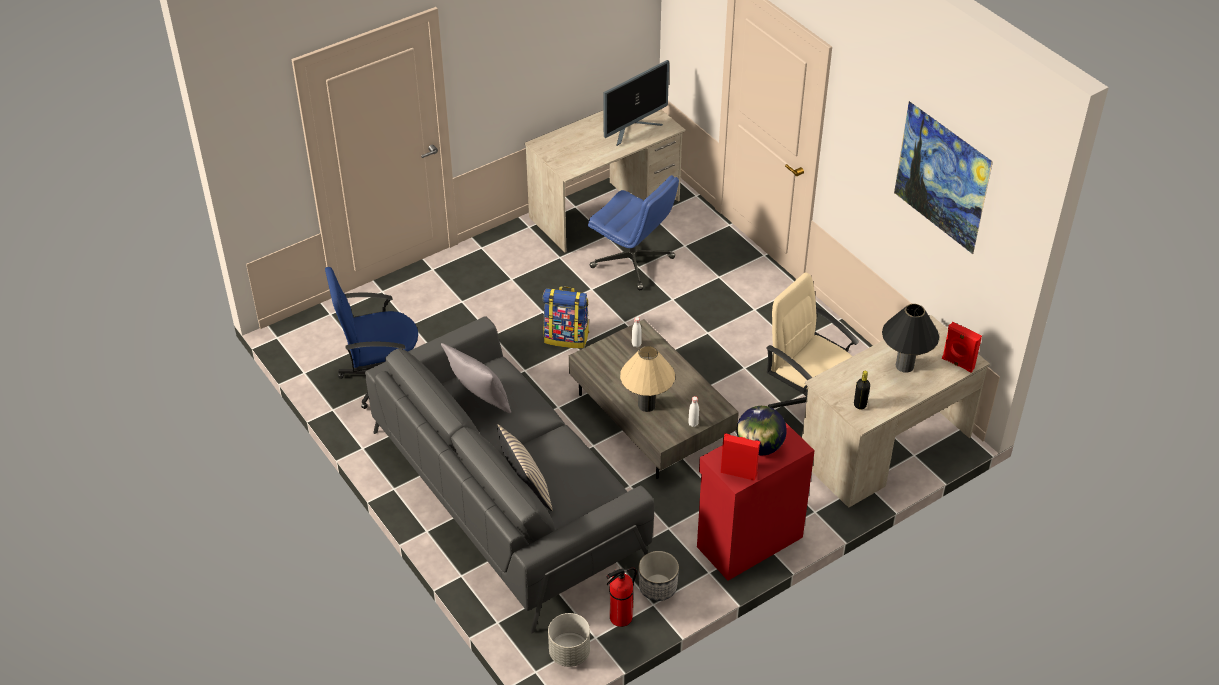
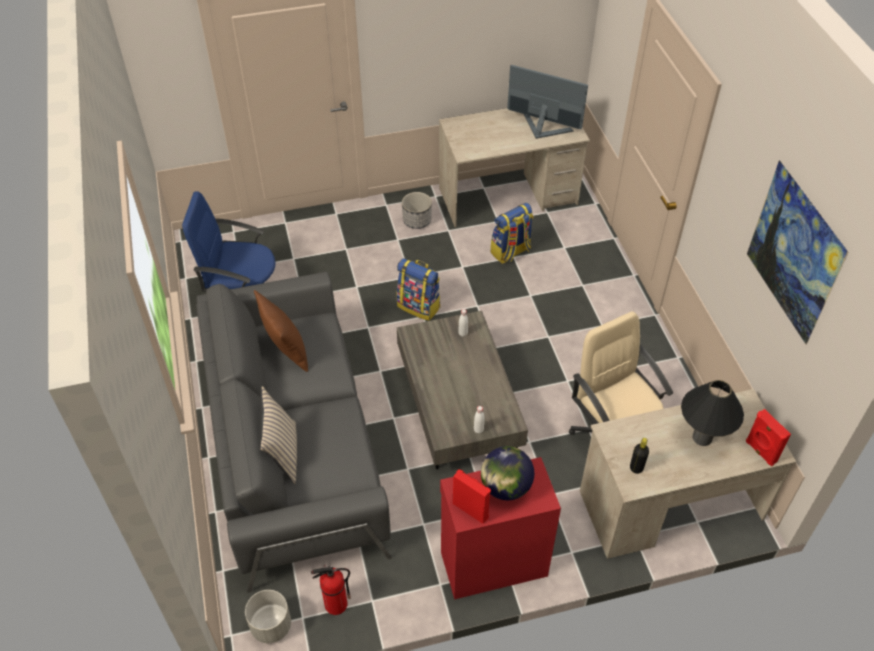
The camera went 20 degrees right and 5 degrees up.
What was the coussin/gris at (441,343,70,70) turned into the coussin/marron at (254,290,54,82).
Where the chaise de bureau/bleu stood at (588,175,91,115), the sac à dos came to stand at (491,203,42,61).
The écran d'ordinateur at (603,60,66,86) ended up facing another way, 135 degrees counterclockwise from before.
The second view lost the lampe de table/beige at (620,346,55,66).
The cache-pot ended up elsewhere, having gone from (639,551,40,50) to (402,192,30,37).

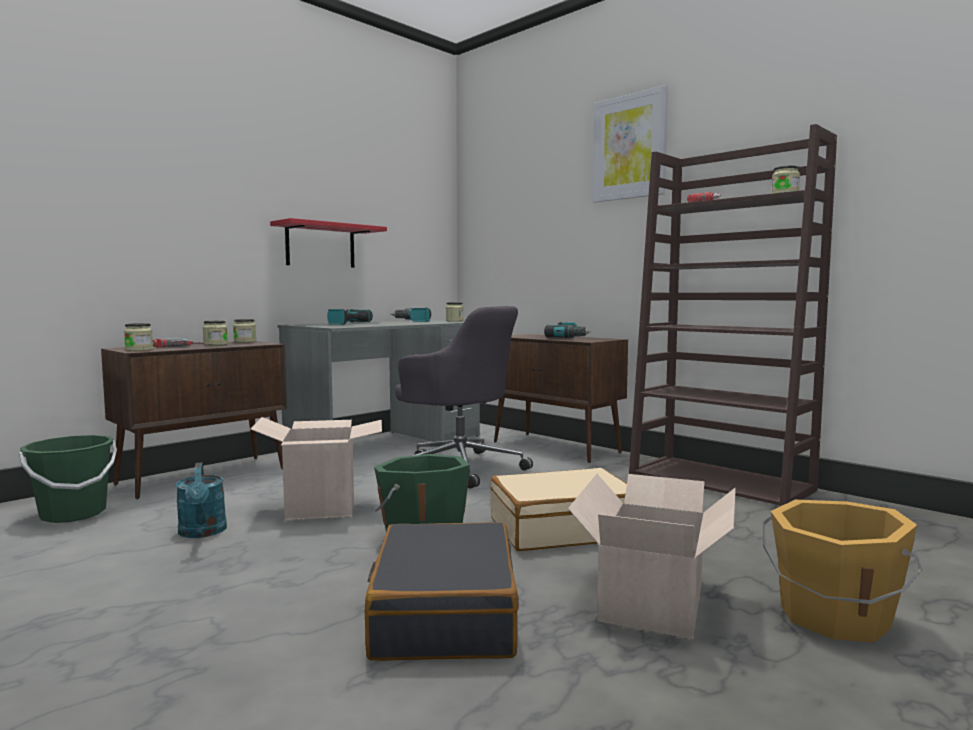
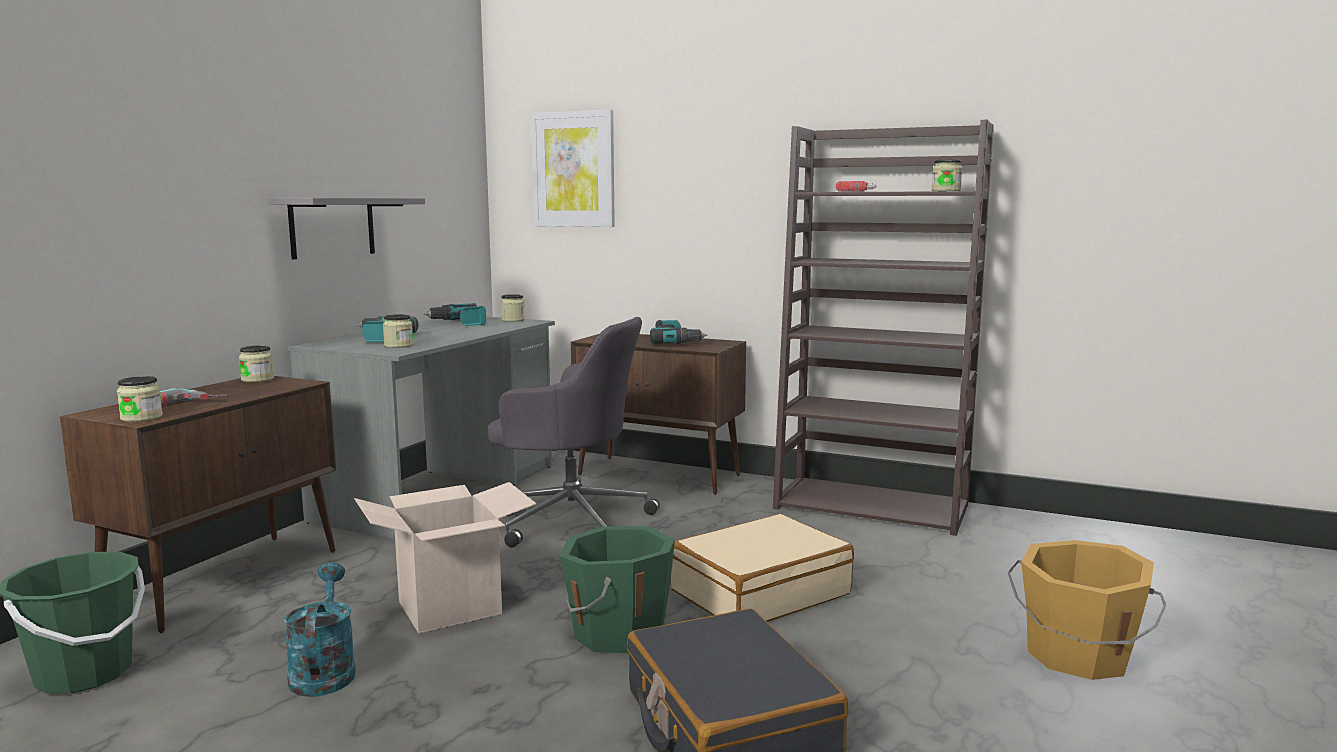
The camera went 20 degrees left and 5 degrees up.
The arrosoir/turquoise at (176,462,51,76) ended up facing another way, 150 degrees counterclockwise from before.
The bocal ended up elsewhere, having gone from (203,320,25,26) to (383,314,30,34).
What was the étagère/rouge at (270,218,117,50) turned into the étagère/gris at (268,198,157,62).
The second view lost the carton at (568,474,168,165).
The tableau ended up elsewhere, having gone from (592,85,76,118) to (531,110,84,117).

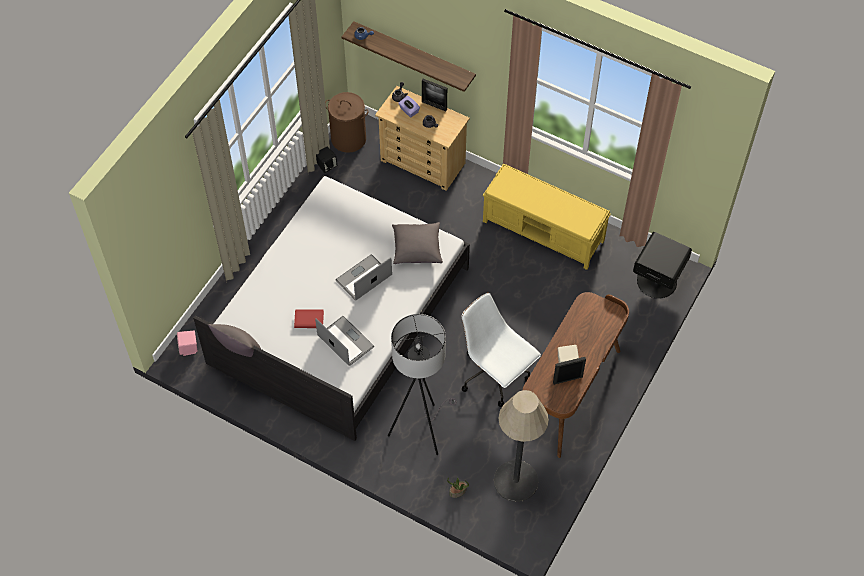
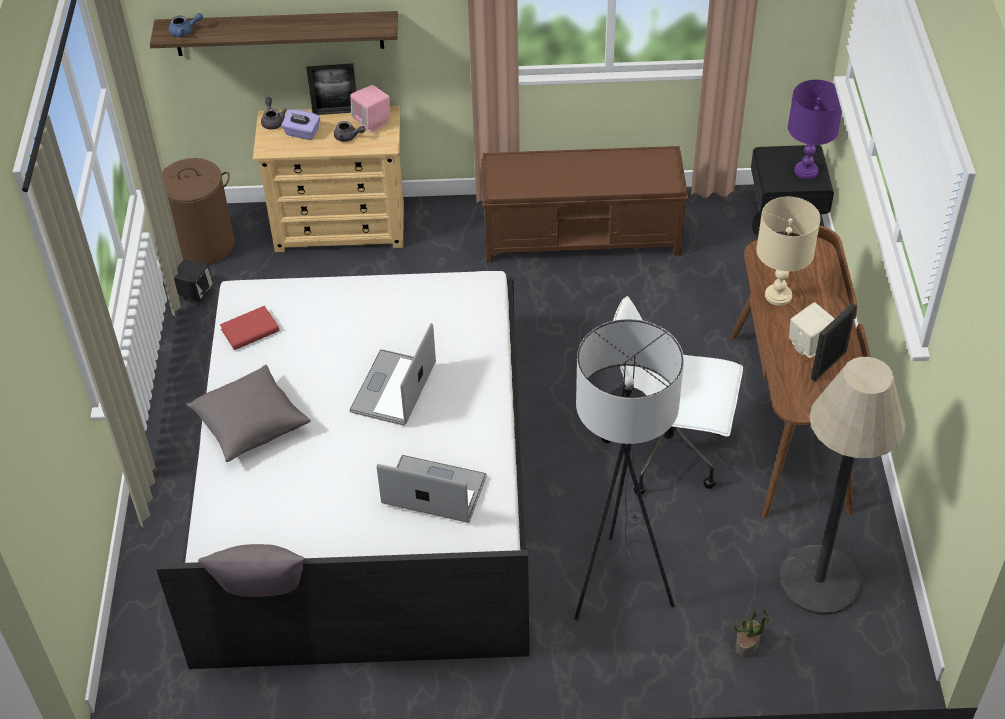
The camera went 30 degrees left and 10 degrees down.
The enceinte/rose ended up elsewhere, having gone from (177,331,20,25) to (350,85,40,48).
The livre/rouge ended up elsewhere, having gone from (294,309,30,19) to (220,306,59,44).
The coussin/gris ended up elsewhere, having gone from (392,222,51,42) to (186,365,125,97).
What was the banc/jaune at (483,163,128,107) turned into the banc/marron at (481,146,207,116).
The second view gained the lampe de table/beige at (756,197,64,109).
The second view gained the lampe de table/violet at (788,80,54,99).

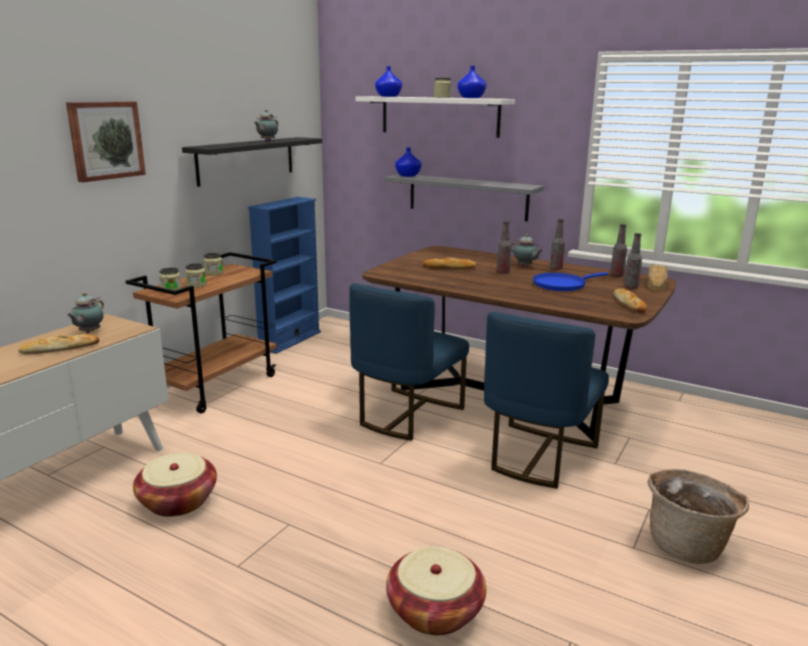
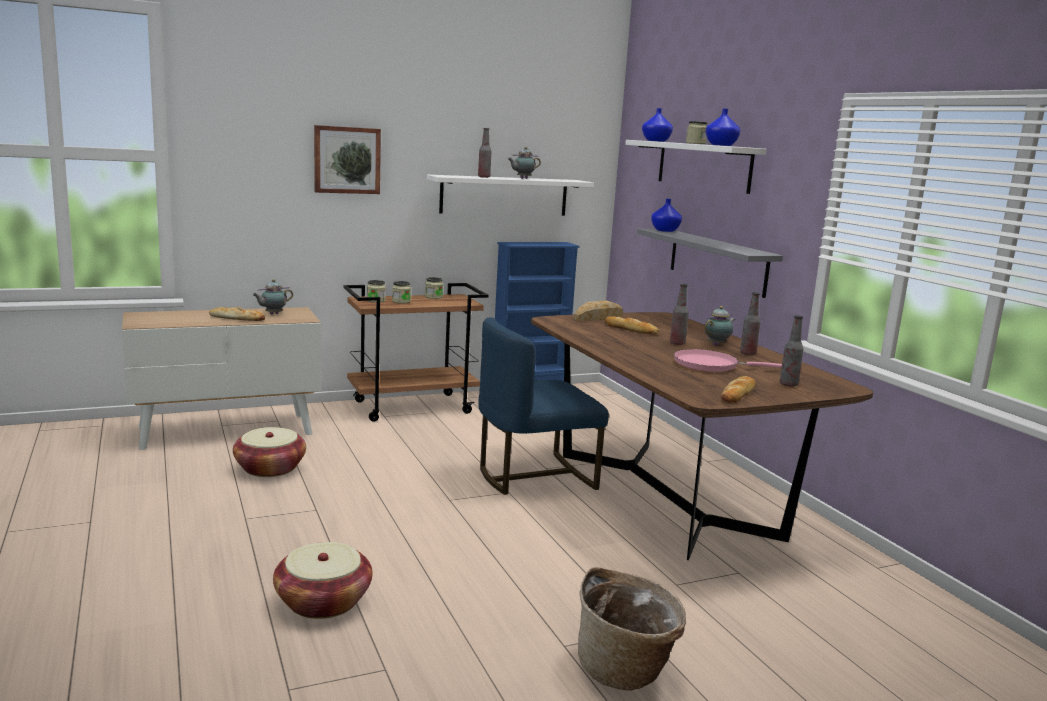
The camera went 35 degrees right and 5 degrees down.
What was the étagère/noir at (182,137,140,50) turned into the étagère/blanc at (427,175,167,41).
The second view lost the chaise/bleu at (484,312,125,177).
The théière at (511,234,33,33) ended up facing another way, 120 degrees counterclockwise from before.
What was the poêle/bleu at (533,272,75,19) turned into the poêle/rose at (674,349,108,23).
The bouteille ended up elsewhere, having gone from (610,224,17,53) to (478,128,13,50).
The pain ended up elsewhere, having gone from (647,265,20,27) to (574,300,49,21).

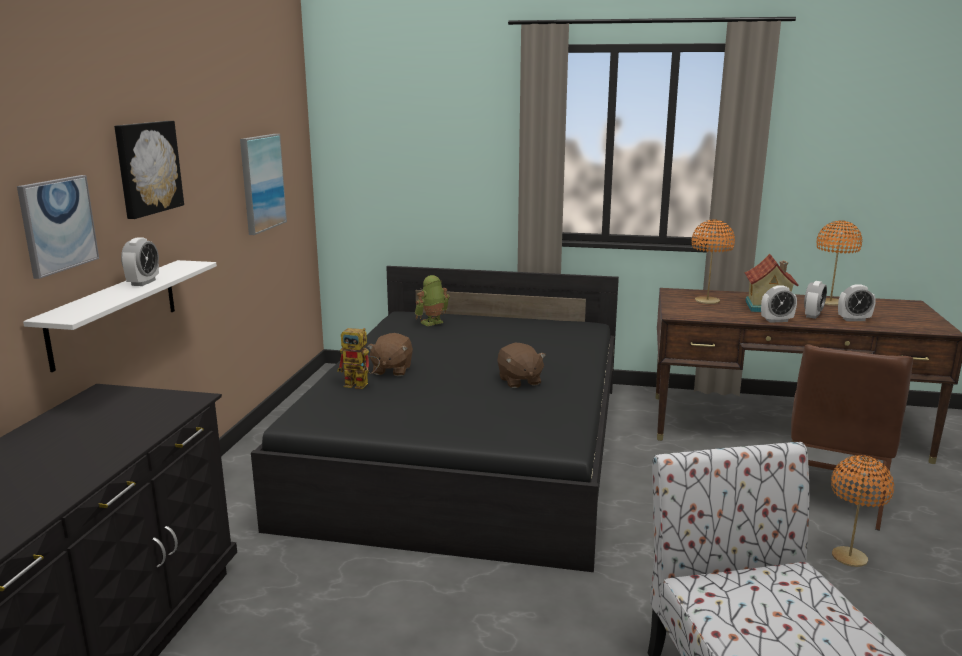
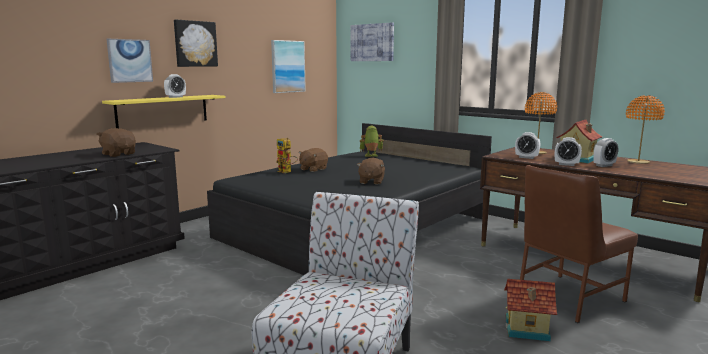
The camera went 30 degrees right and 5 degrees down.
What was the étagère/blanc at (23,260,194,112) turned into the étagère/jaune at (102,95,124,33).
Where the lampe de table/orange stood at (831,455,63,112), the maison miniature came to stand at (504,279,53,62).
The réveil ended up elsewhere, having gone from (838,284,38,37) to (515,132,25,27).
The second view gained the peluche/marron at (97,128,39,29).
The second view gained the tableau at (351,22,43,39).

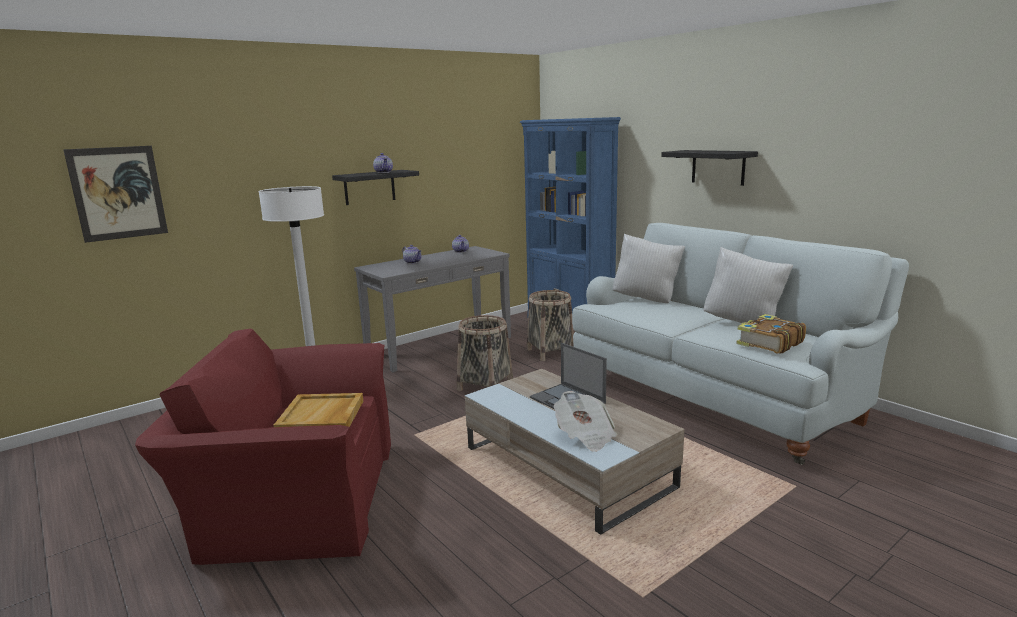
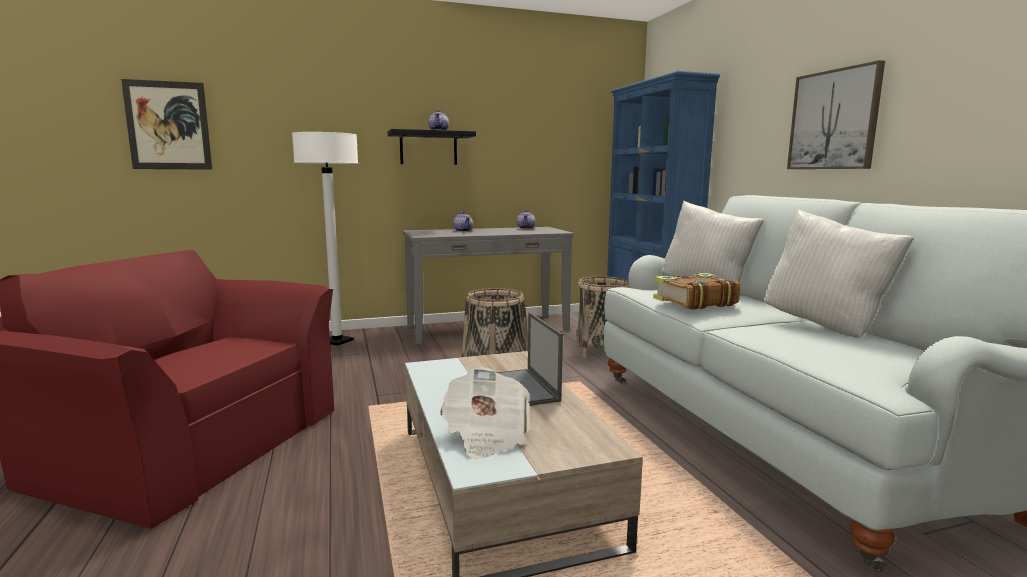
The camera went 20 degrees right and 5 degrees down.
The second view lost the plateau/beige at (274,393,89,34).
Where the étagère/noir hung at (661,150,97,36), the tableau came to hang at (787,60,98,109).
The livre ended up elsewhere, having gone from (736,314,70,40) to (653,273,87,37).

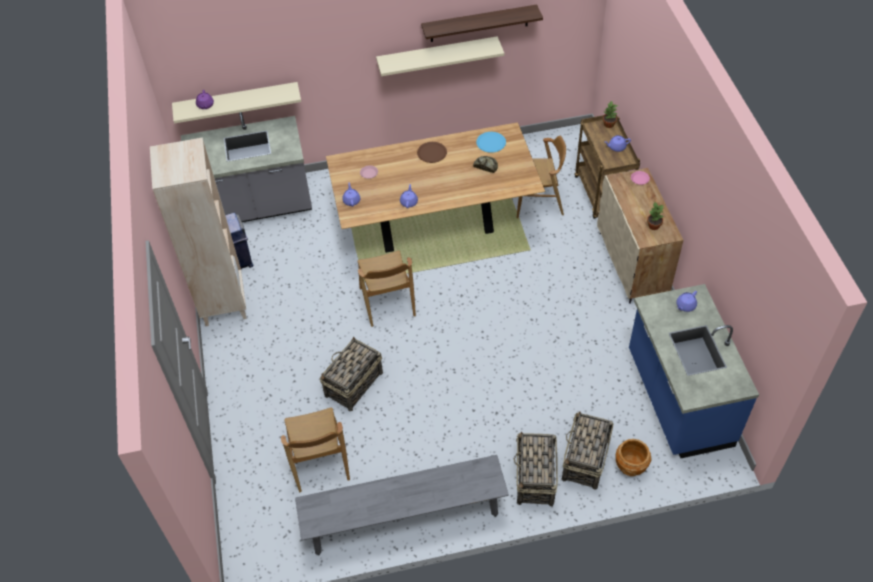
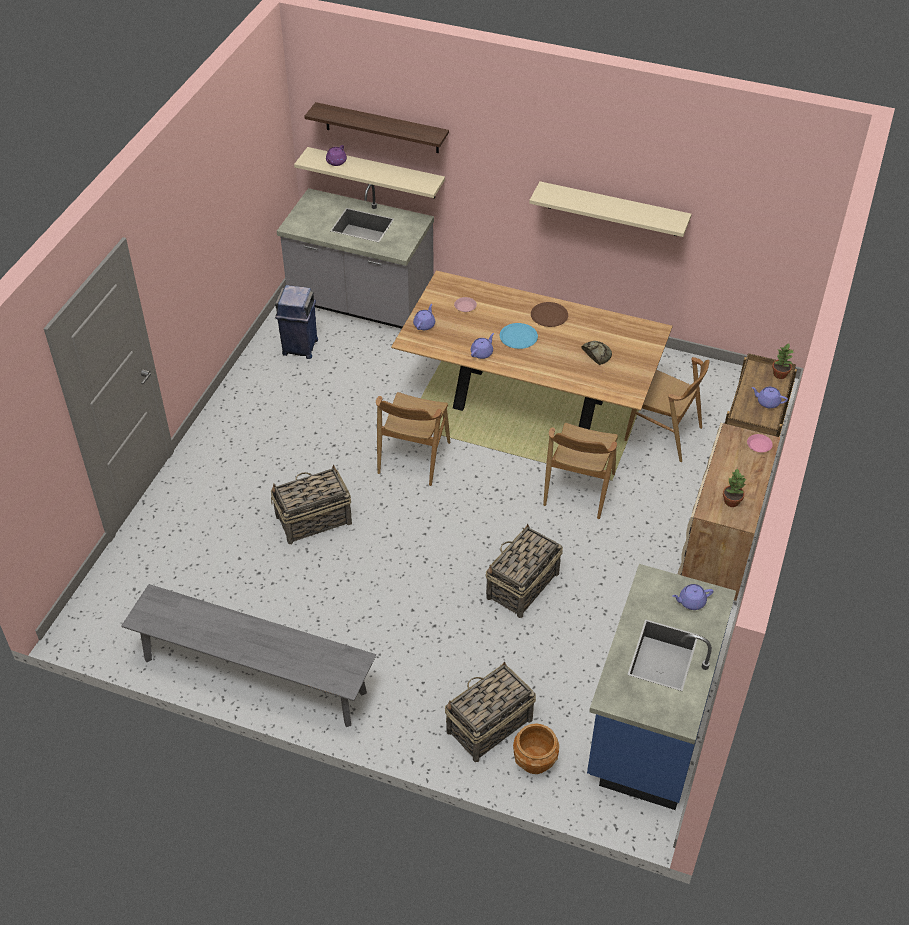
The camera went 30 degrees right and 5 degrees down.
The second view lost the bibliothèque/beige at (150,138,97,188).
The chaise/marron ended up elsewhere, having gone from (281,408,69,84) to (543,423,75,96).
The étagère ended up elsewhere, having gone from (421,5,122,37) to (304,102,145,52).
The assiette/bleu ended up elsewhere, having gone from (476,132,30,21) to (500,323,38,26).
The panier ended up elsewhere, having gone from (514,432,44,74) to (486,524,77,94).

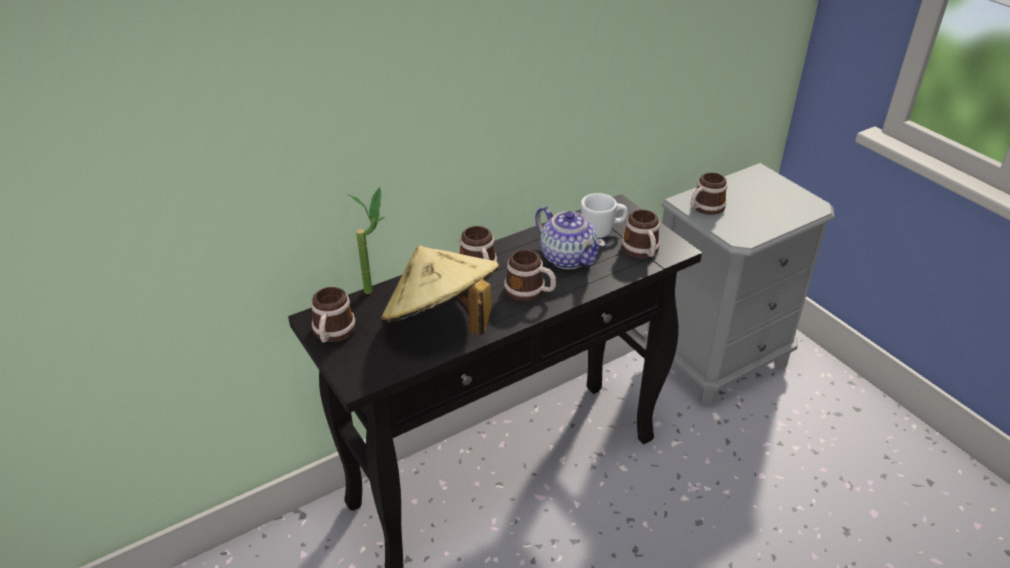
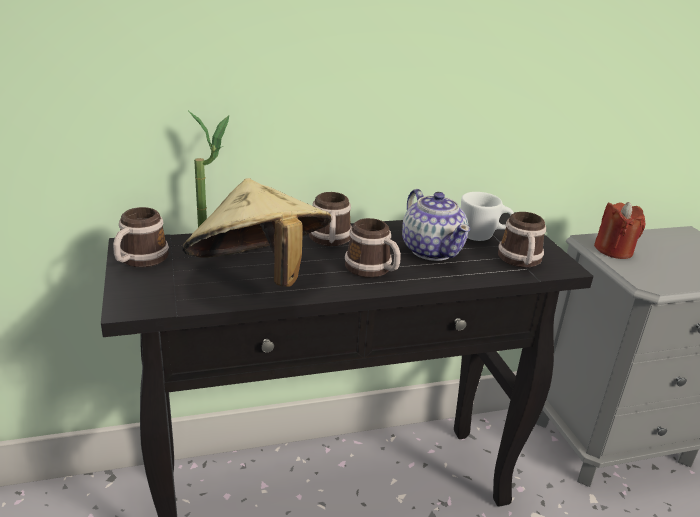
The camera went 15 degrees right and 10 degrees down.
Where the mug stood at (690,172,37,43), the bougie/rouge came to stand at (594,202,51,57).

